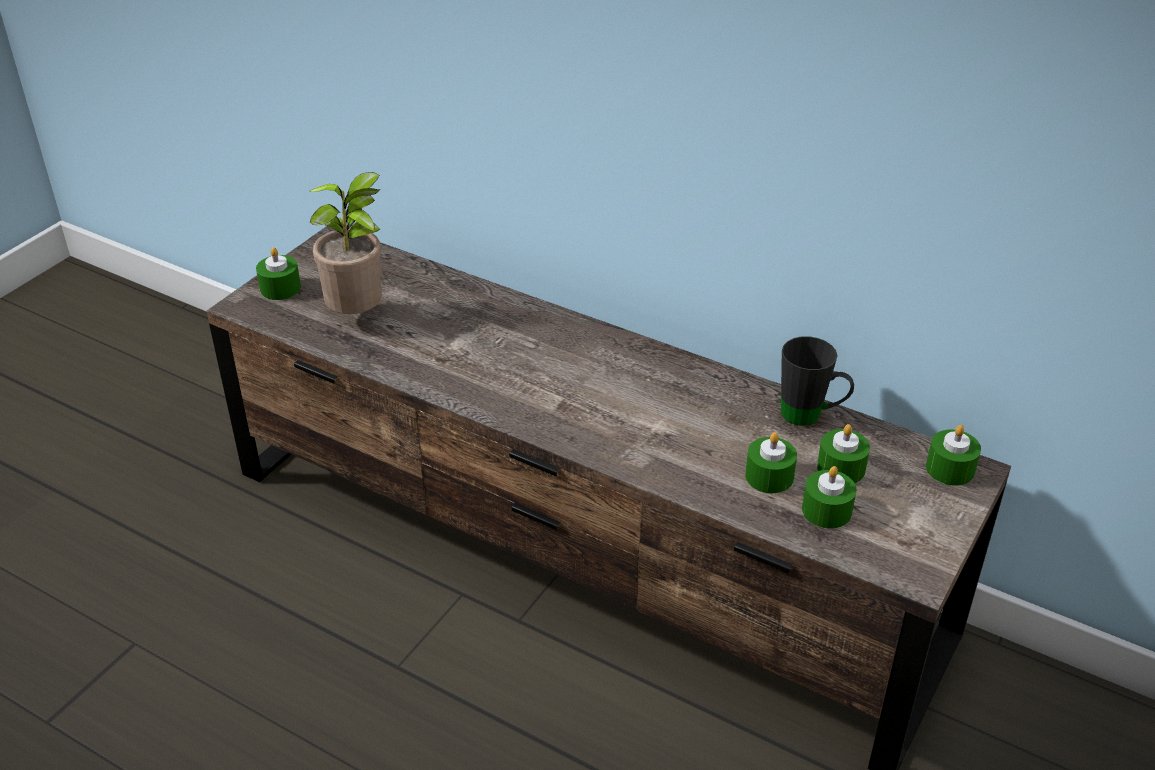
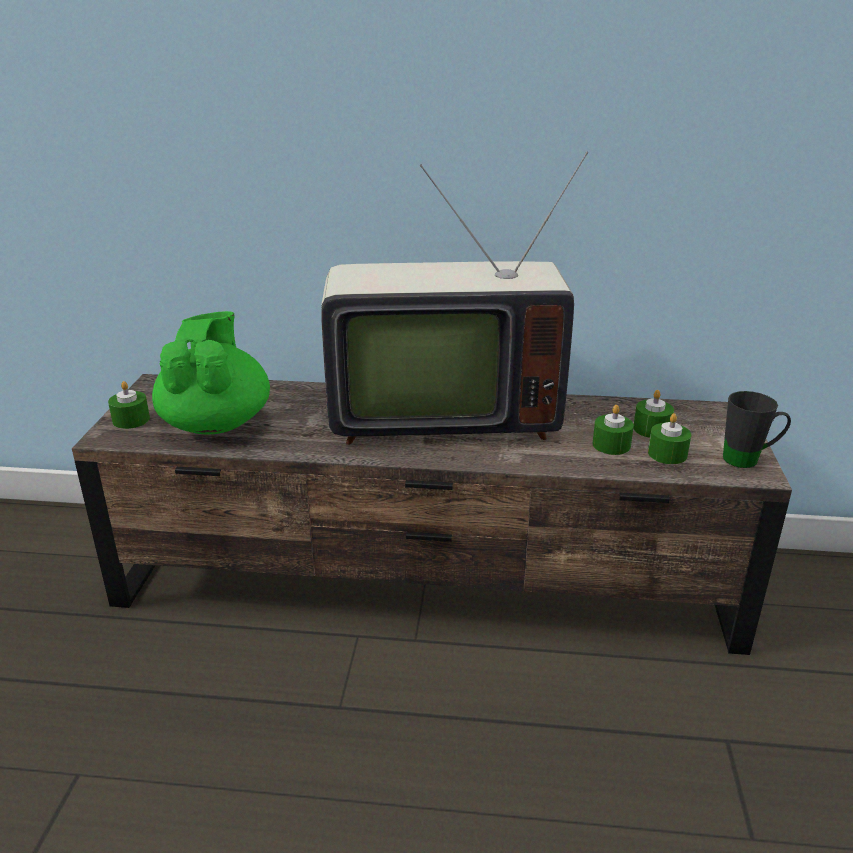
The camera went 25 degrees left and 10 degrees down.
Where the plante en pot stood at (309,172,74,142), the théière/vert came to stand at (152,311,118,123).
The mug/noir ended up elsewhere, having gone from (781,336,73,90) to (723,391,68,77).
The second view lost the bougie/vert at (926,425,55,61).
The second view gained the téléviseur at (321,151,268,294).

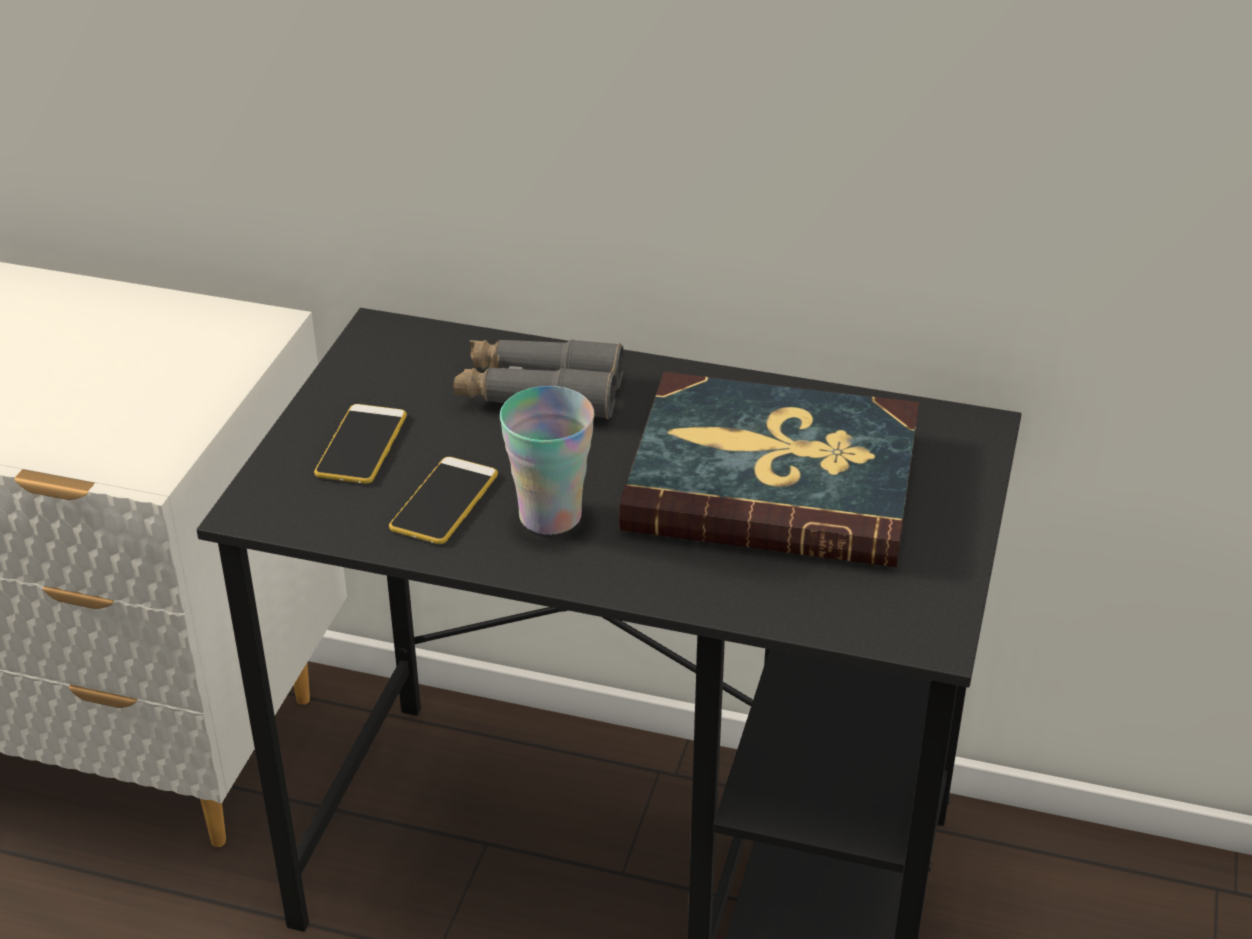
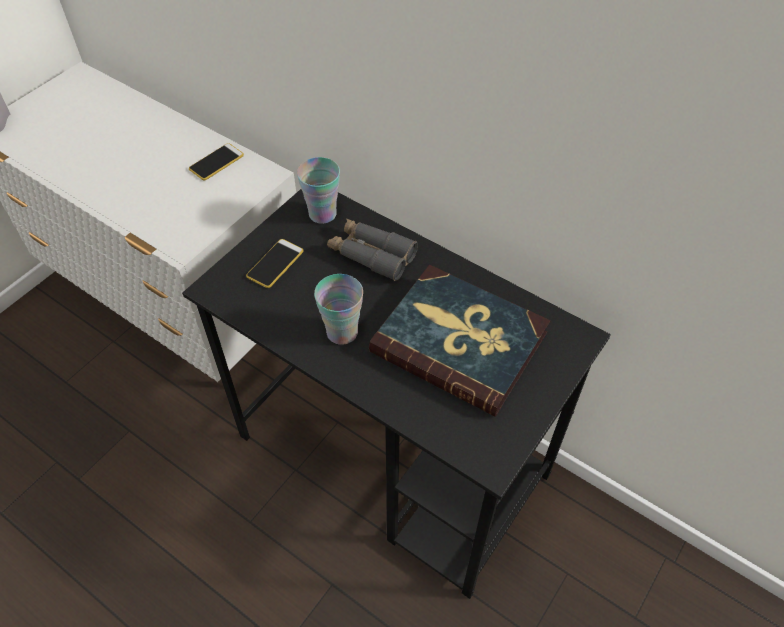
The camera went 20 degrees right and 15 degrees up.
The téléphone ended up elsewhere, having gone from (389,457,109,87) to (189,143,55,37).
The second view gained the tasse at (297,157,43,67).

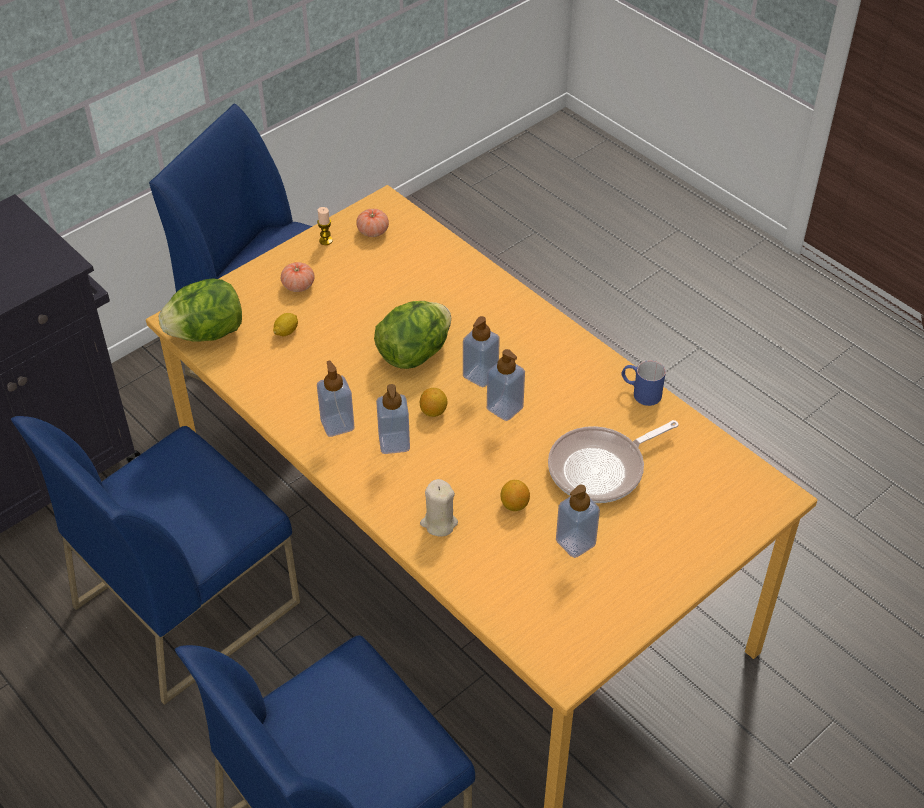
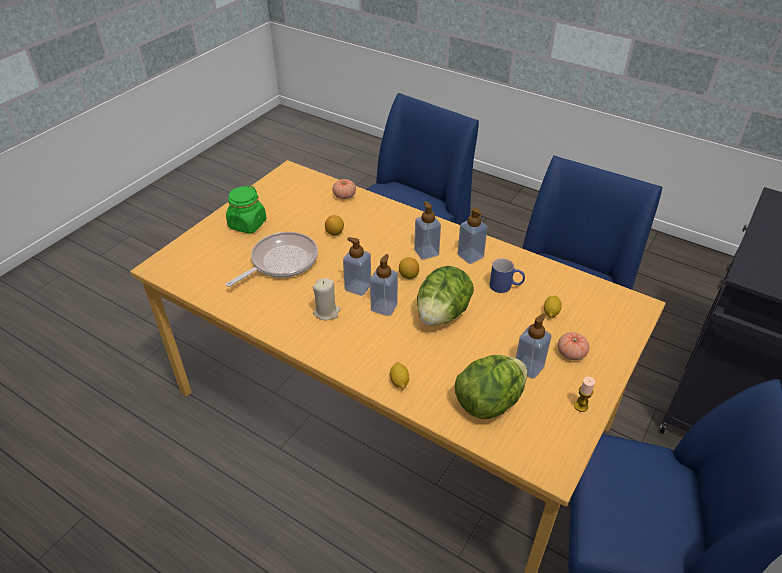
The camera went 165 degrees right and 5 degrees down.
The laitue ended up elsewhere, having gone from (159,278,83,64) to (455,355,72,64).
The tomate ended up elsewhere, having gone from (356,209,33,28) to (332,179,24,20).
The bougie/beige ended up elsewhere, having gone from (420,479,38,58) to (313,278,27,42).
The distributeur de savon ended up elsewhere, having gone from (556,485,44,73) to (516,313,36,66).
The mug/bleu ended up elsewhere, having gone from (621,361,45,45) to (490,258,35,35).
The second view gained the bocal/vert at (226,185,41,49).
The second view gained the citron at (390,362,19,27).

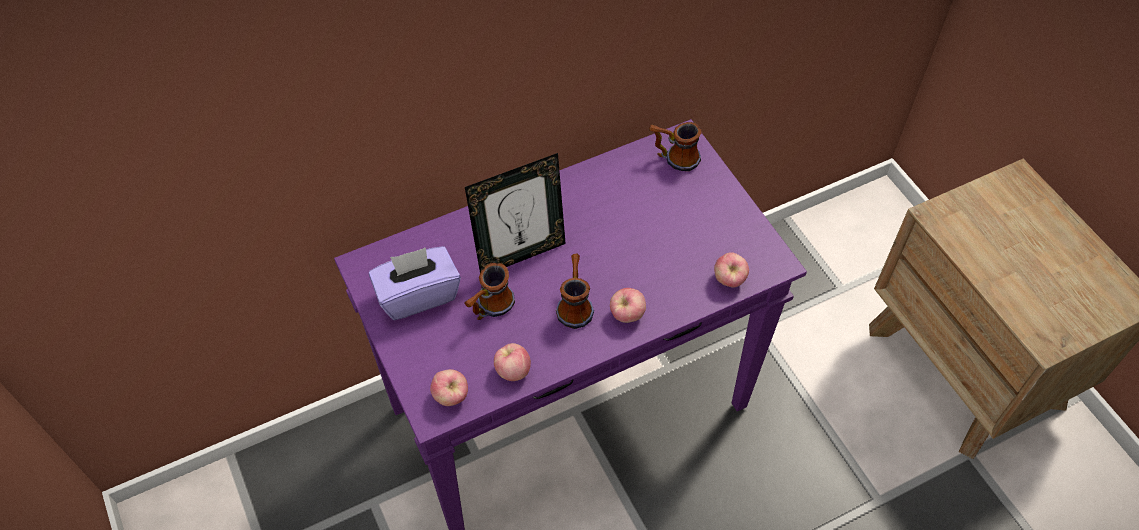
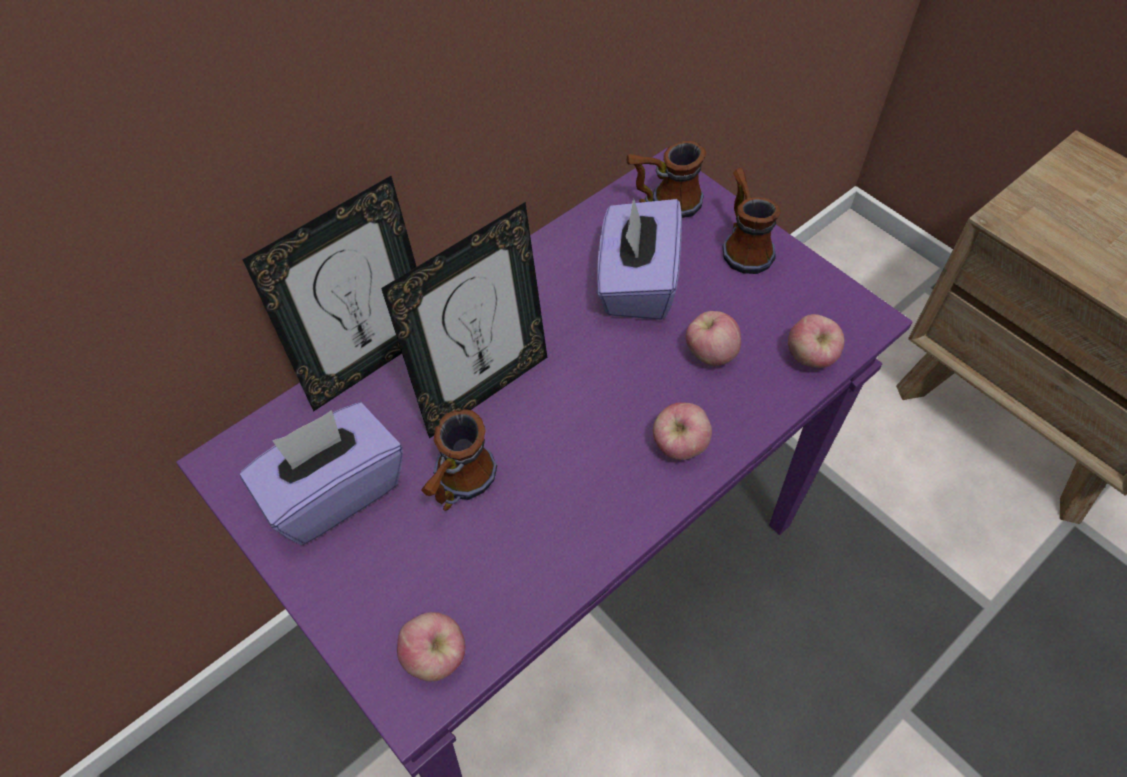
The camera went 15 degrees left and 0 degrees up.
The pomme ended up elsewhere, having gone from (494,343,37,38) to (686,311,55,55).
The mug ended up elsewhere, having gone from (556,254,38,75) to (723,168,58,106).
The second view gained the cadre photo at (242,176,174,235).
The second view gained the boîte à mouchoirs/violet at (597,197,85,123).

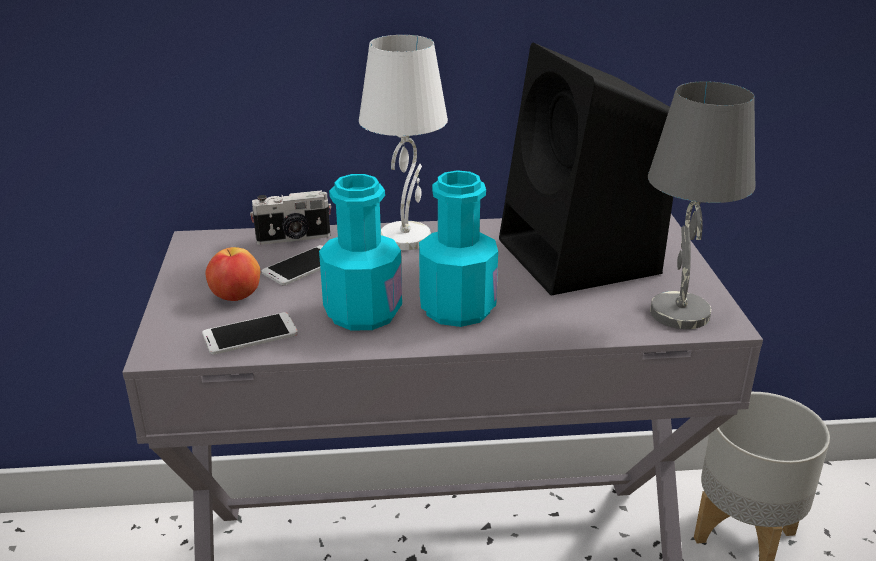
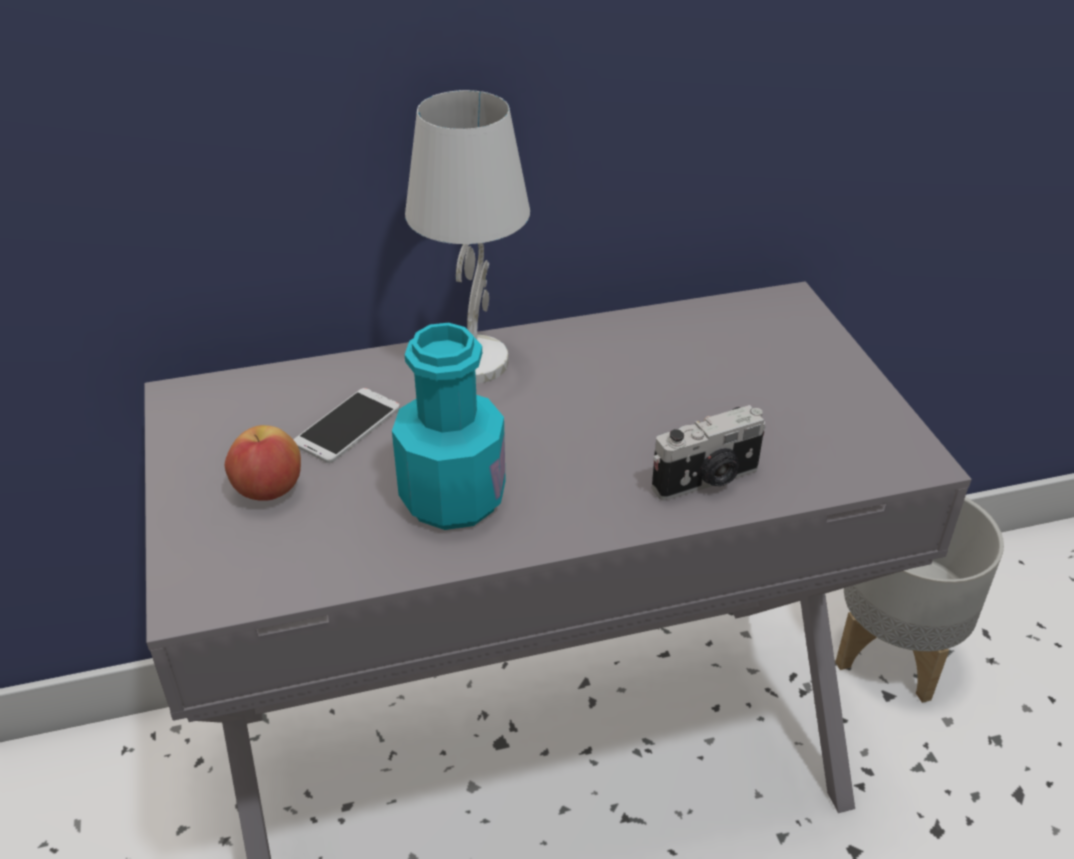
The camera went 10 degrees left and 10 degrees up.
The second view lost the téléphone at (202,312,96,43).
The appareil photo ended up elsewhere, having gone from (250,190,82,55) to (652,405,113,96).
The second view lost the bouteille/turquoise at (419,170,79,157).
The second view lost the enceinte/noir at (499,43,174,252).
The second view lost the lampe de table/gris at (648,82,107,247).

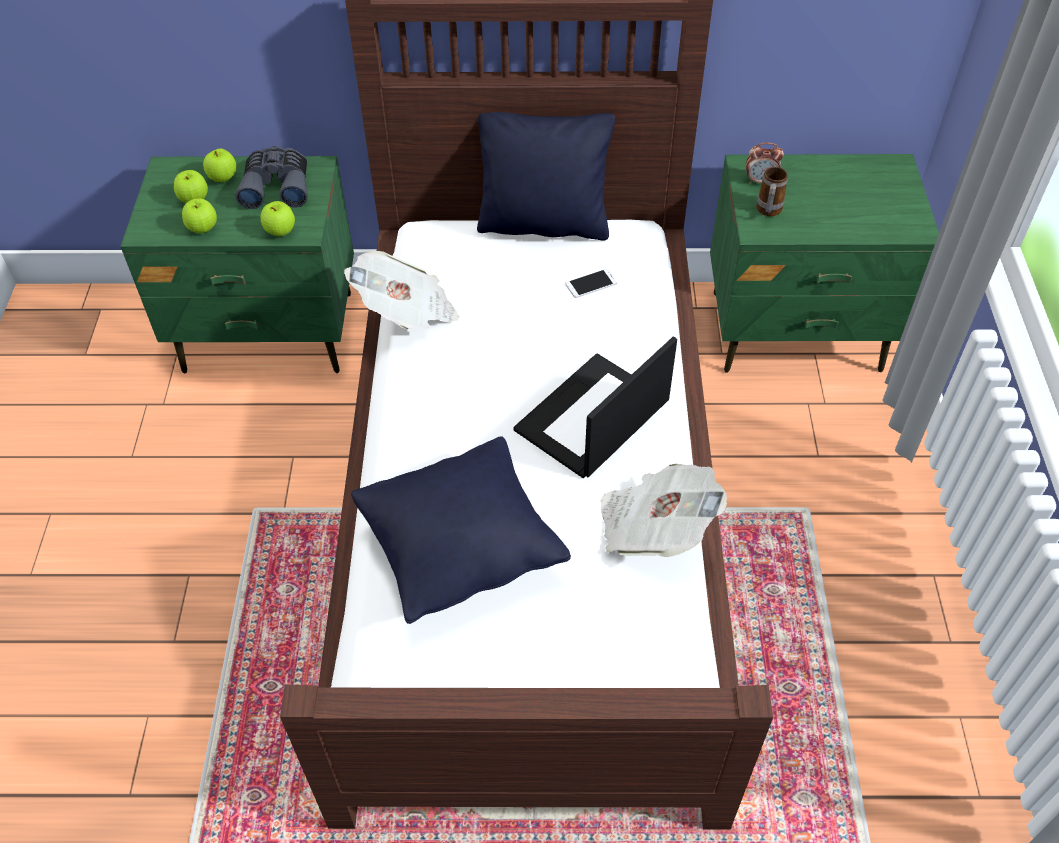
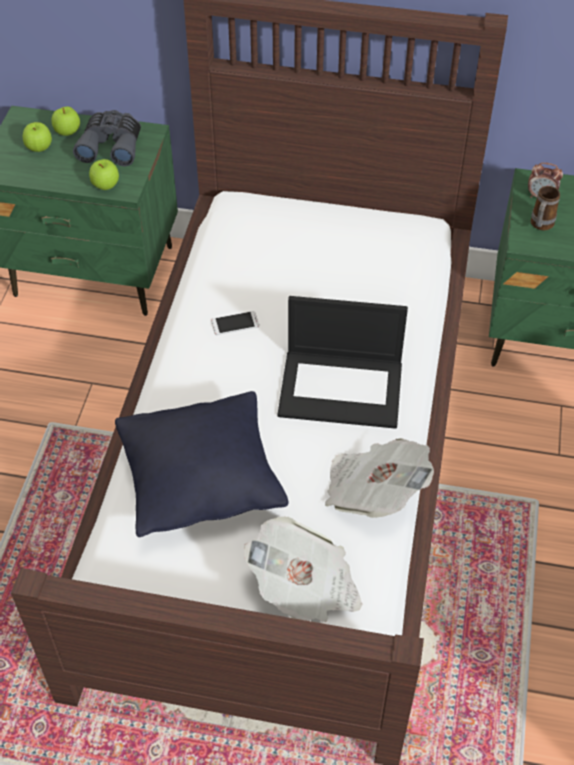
The camera went 10 degrees right and 0 degrees up.
The second view lost the pomme at (182,198,35,35).
The journal ended up elsewhere, having gone from (344,251,116,78) to (244,516,119,106).
The second view lost the coussin/noir at (477,112,139,129).
The ordinateur portable at (513,337,164,141) ended up facing another way, 135 degrees counterclockwise from before.
The téléphone ended up elsewhere, having gone from (565,269,52,29) to (211,311,48,24).

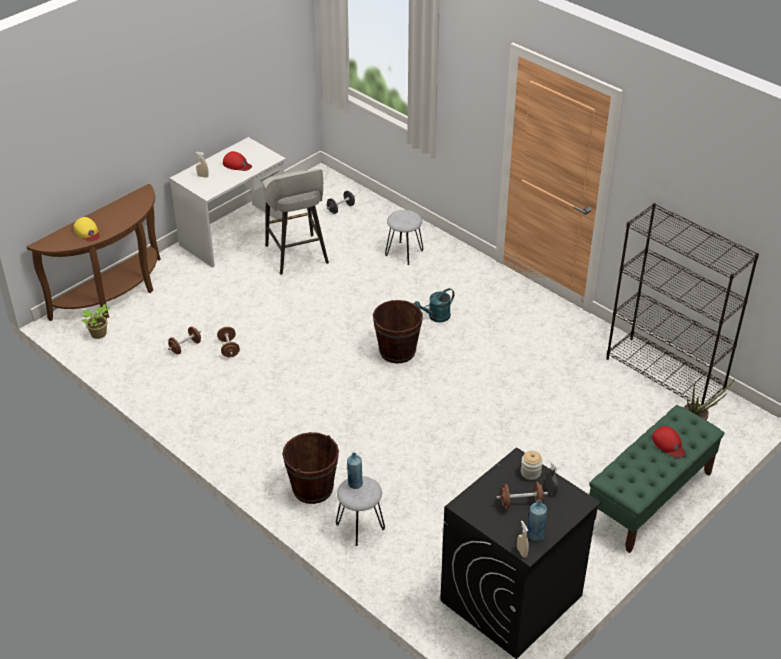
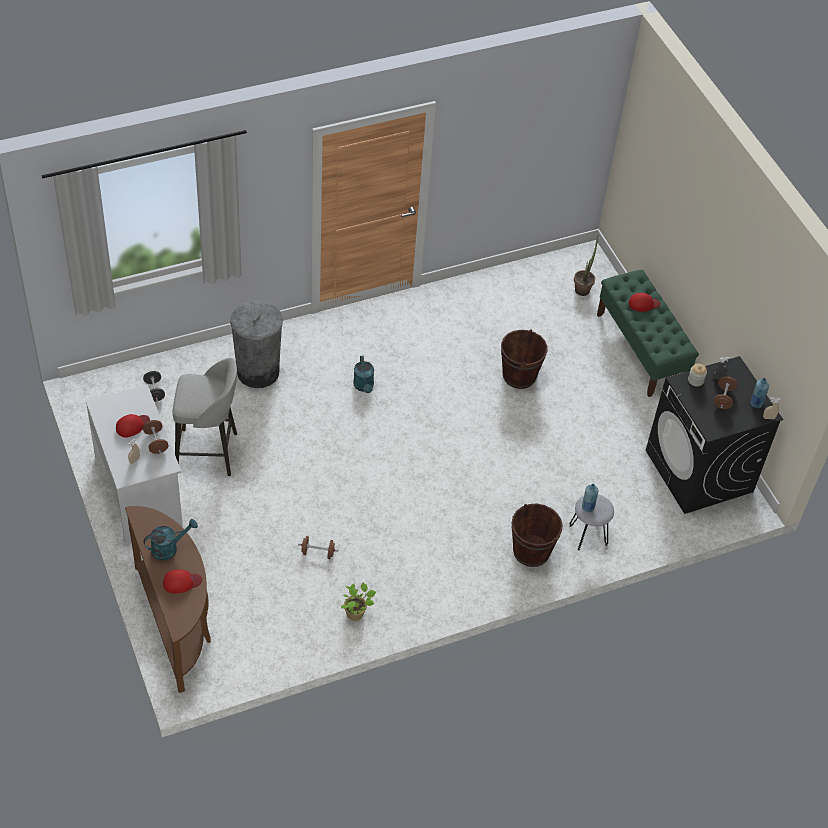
The camera went 70 degrees left and 10 degrees up.
What was the casquette/jaune at (74,217,26,24) turned into the casquette/rouge at (163,569,39,24).
The plante en pot ended up elsewhere, having gone from (81,304,29,35) to (341,583,35,38).
The haltère/marron ended up elsewhere, having gone from (168,326,33,29) to (143,420,25,34).
The seau/marron ended up elsewhere, having gone from (373,300,50,63) to (501,329,47,60).
Where the tabouret/gris stood at (385,210,38,55), the poubelle/gris came to stand at (230,301,53,87).
The second view lost the bibliothèque/noir at (606,203,153,202).
The second view gained the arrosoir/turquoise at (143,519,55,41).

